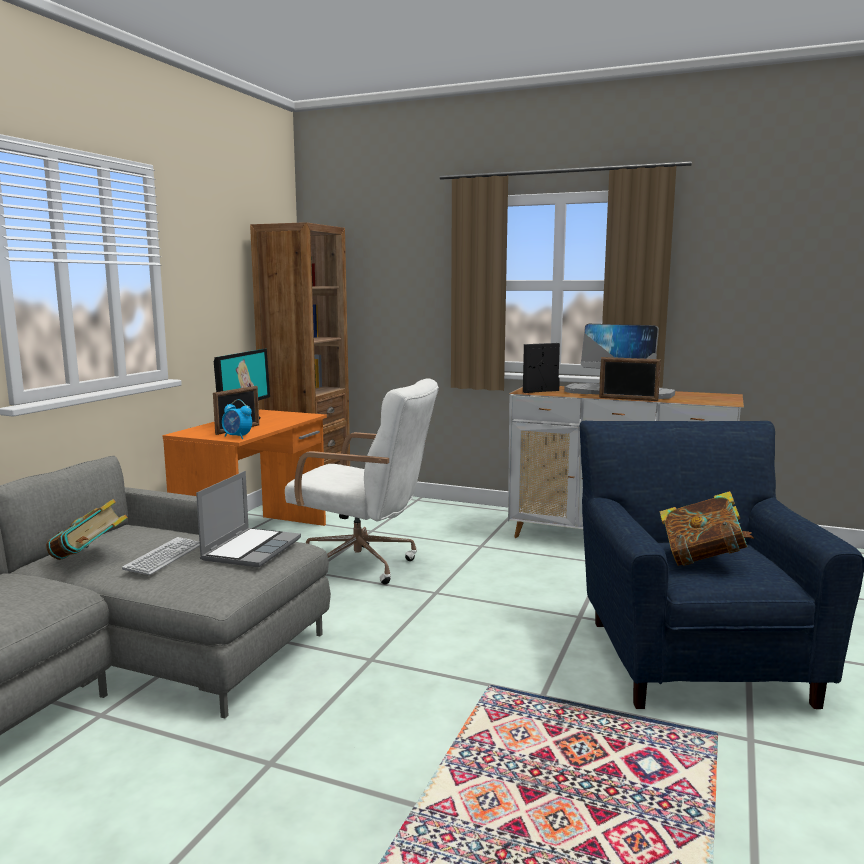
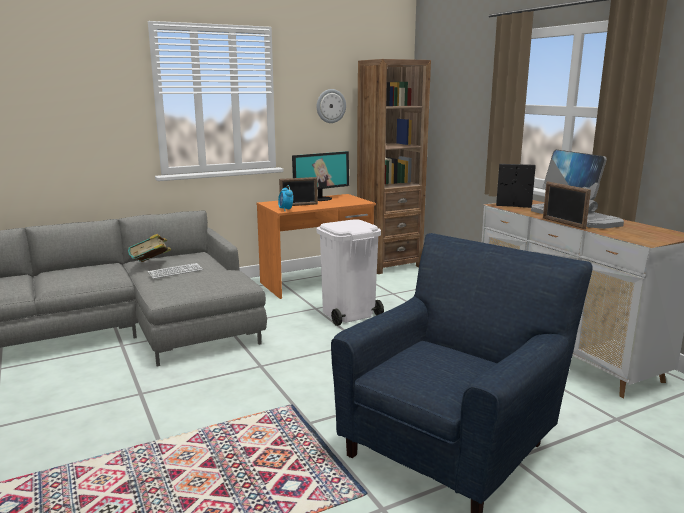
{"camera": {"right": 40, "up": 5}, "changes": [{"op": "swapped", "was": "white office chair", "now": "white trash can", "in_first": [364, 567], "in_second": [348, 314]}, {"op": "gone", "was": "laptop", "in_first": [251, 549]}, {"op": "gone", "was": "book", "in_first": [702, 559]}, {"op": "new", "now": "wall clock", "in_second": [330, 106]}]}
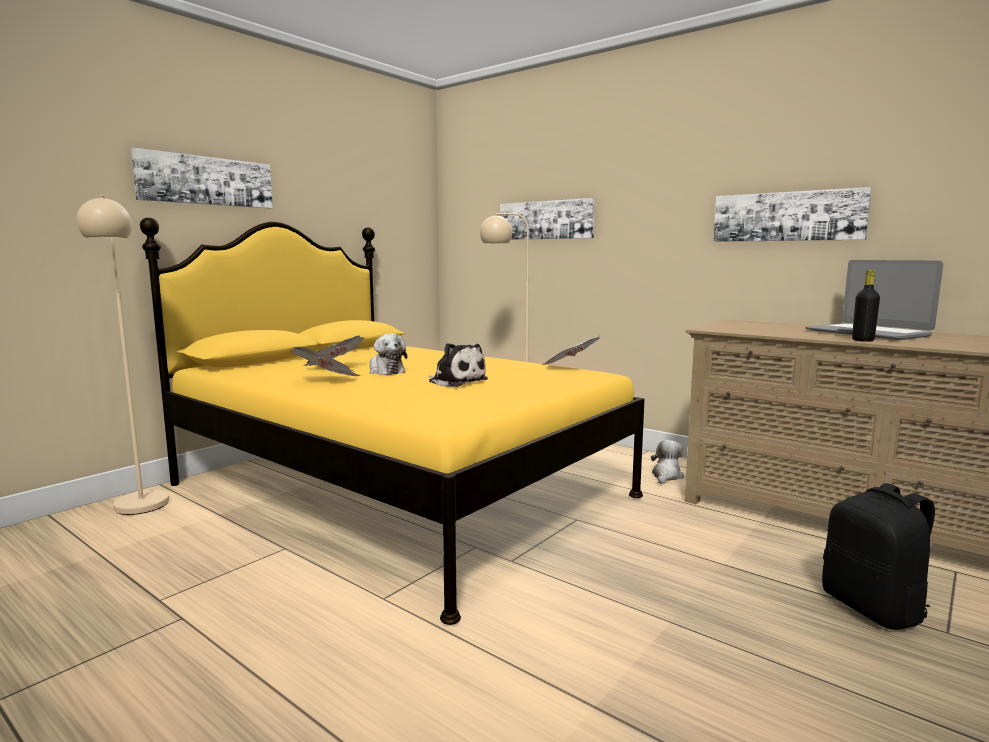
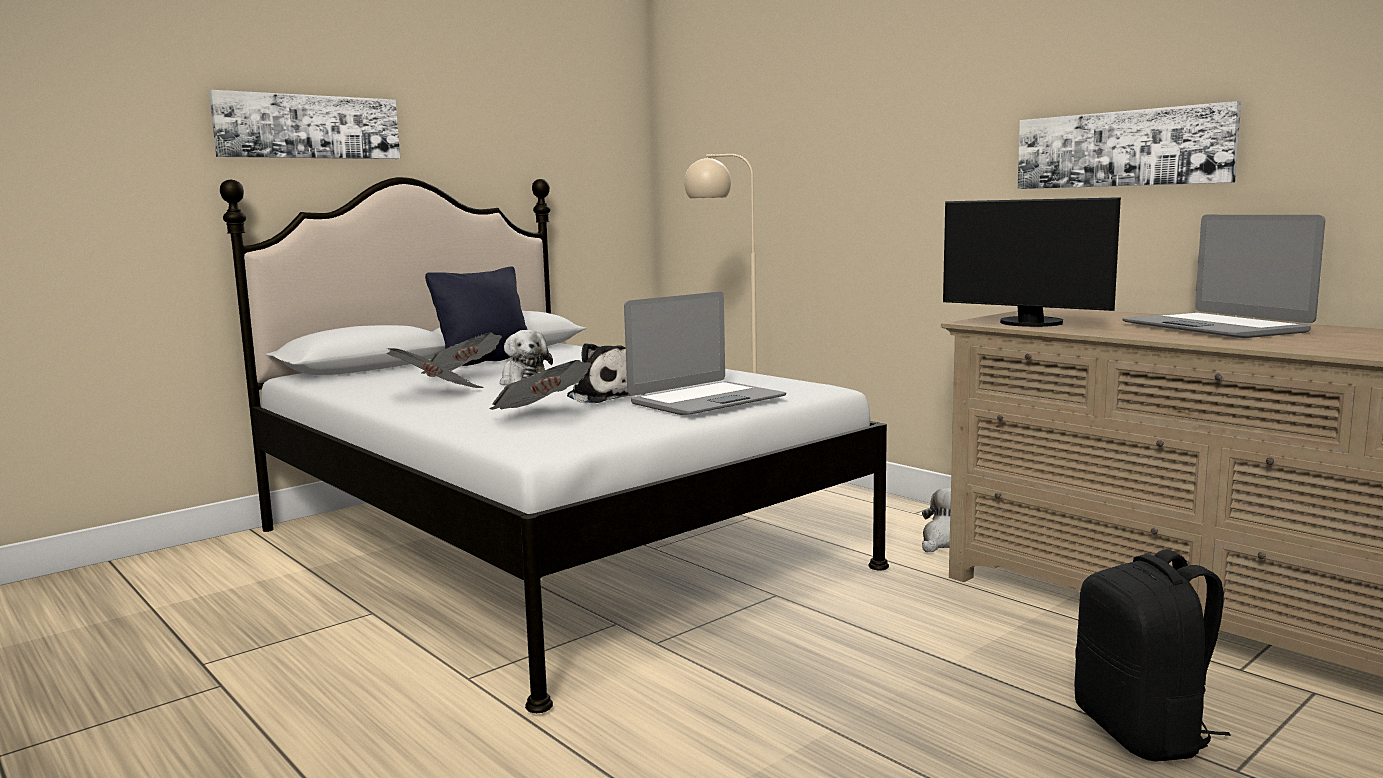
{"camera": {"right": 10, "up": 0}, "changes": [{"op": "gone", "was": "beige floor lamp", "in_first": [141, 510]}, {"op": "gone", "was": "picture", "in_first": [546, 220]}, {"op": "repainted", "was": "yellow bed", "now": "white bed", "in_first": [398, 490], "in_second": [549, 547]}, {"op": "gone", "was": "black bottle", "in_first": [862, 340]}, {"op": "shifted", "was": "newspaper", "in_first": [570, 367], "in_second": [541, 414]}, {"op": "new", "now": "monitor", "in_second": [1028, 323]}, {"op": "new", "now": "black pillow", "in_second": [486, 361]}, {"op": "new", "now": "laptop", "in_second": [706, 401]}]}
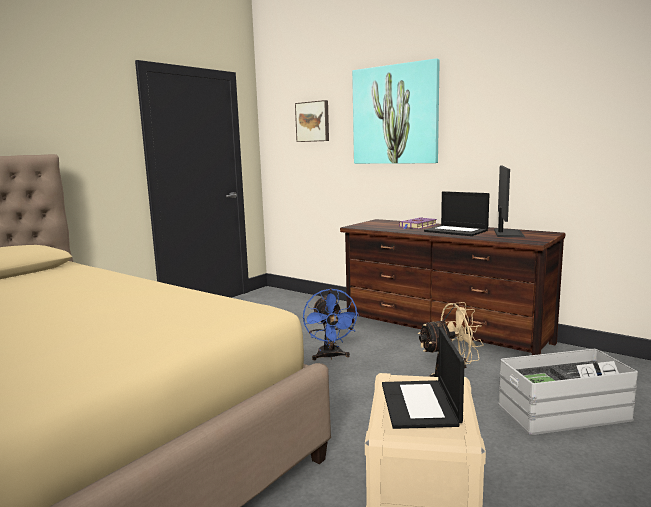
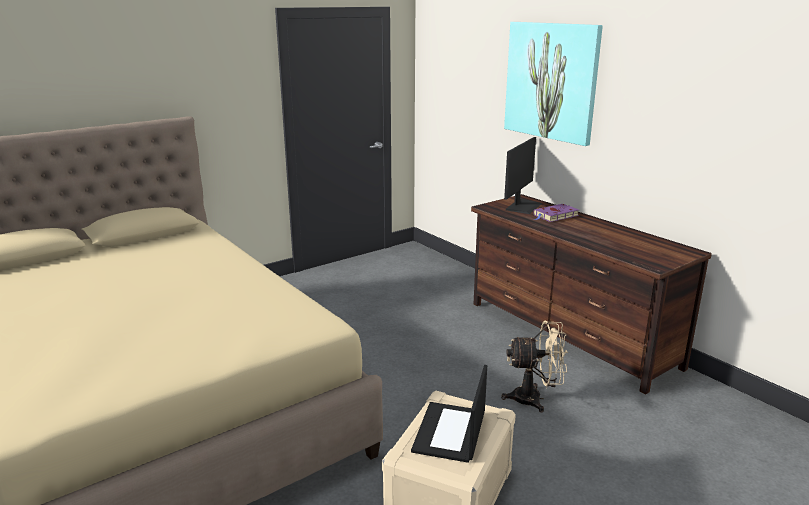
{"camera": {"right": 15, "up": 10}, "changes": [{"op": "gone", "was": "picture", "in_first": [313, 121]}, {"op": "shifted", "was": "monitor", "in_first": [507, 233], "in_second": [523, 206]}, {"op": "gone", "was": "laptop", "in_first": [457, 231]}, {"op": "gone", "was": "blue fan", "in_first": [330, 357]}, {"op": "gone", "was": "grey storage box", "in_first": [562, 411]}]}
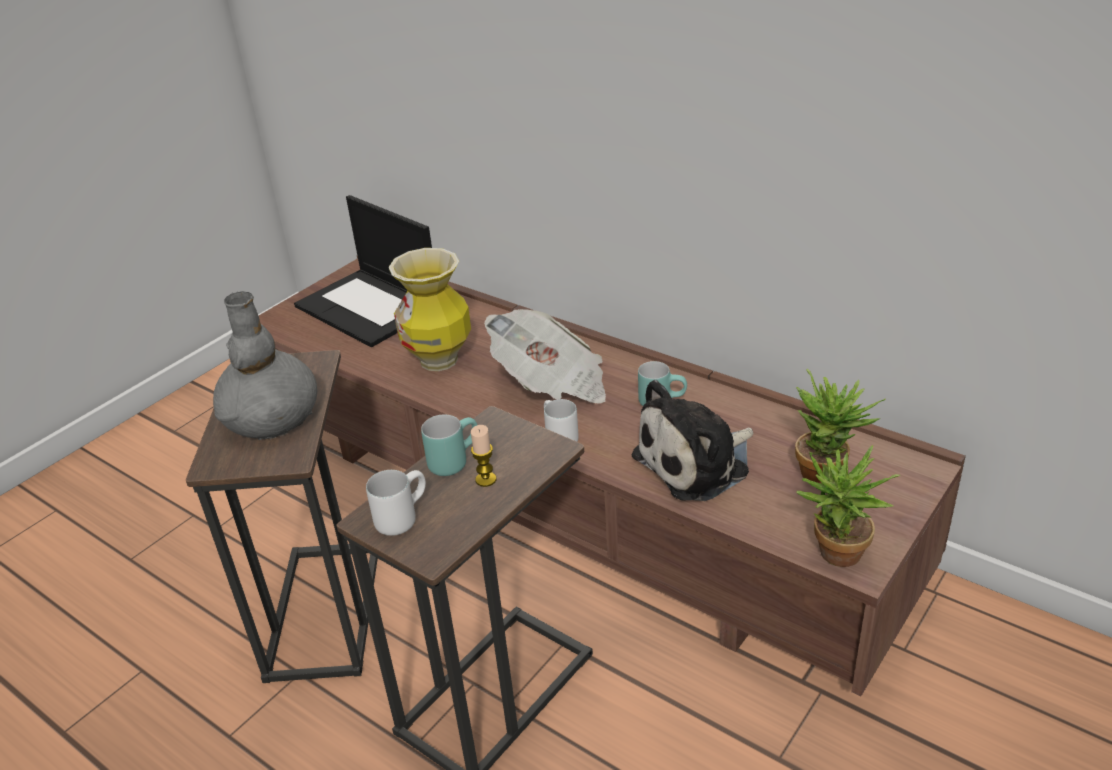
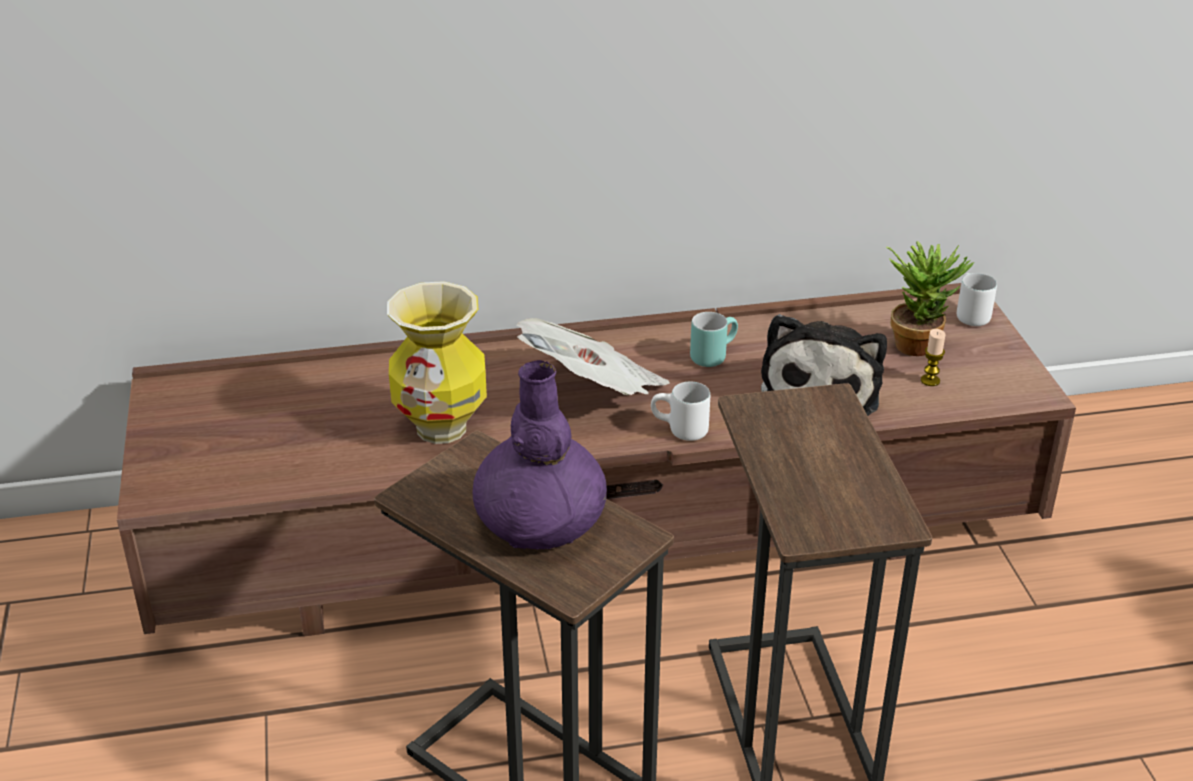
{"camera": {"right": -50, "up": 0}, "changes": [{"op": "gone", "was": "laptop", "in_first": [370, 307]}, {"op": "repainted", "was": "grey vase", "now": "purple vase", "in_first": [272, 417], "in_second": [541, 519]}, {"op": "gone", "was": "turquoise mug", "in_first": [453, 460]}, {"op": "shifted", "was": "candle", "in_first": [486, 479], "in_second": [930, 380]}, {"op": "gone", "was": "potted plant", "in_first": [835, 557]}, {"op": "shifted", "was": "white mug", "in_first": [401, 516], "in_second": [968, 314]}]}
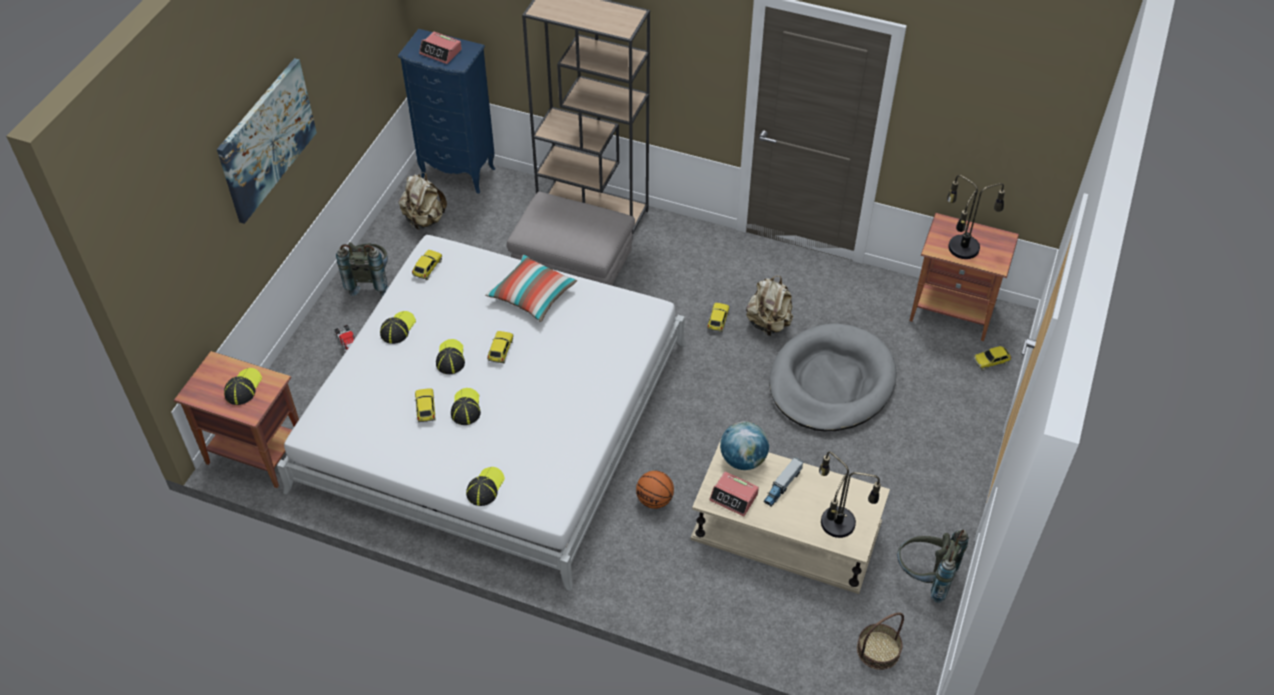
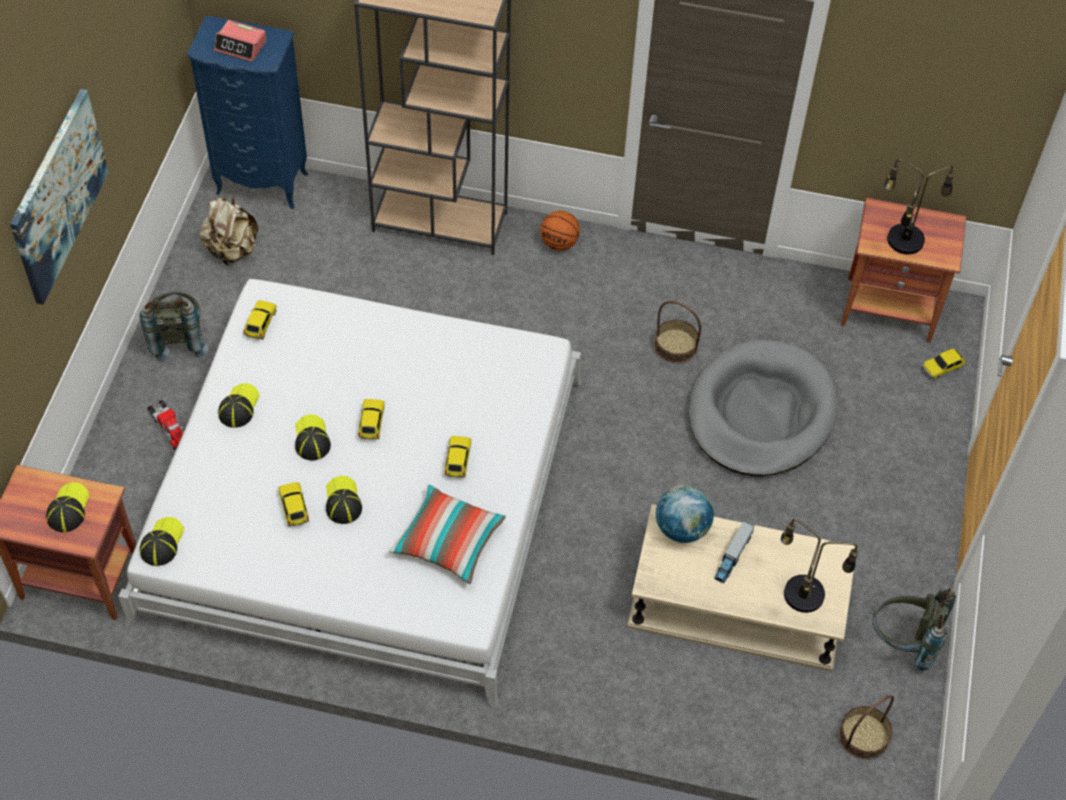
{"camera": {"right": -10, "up": 5}, "changes": [{"op": "gone", "was": "grey ottoman", "in_first": [572, 273]}, {"op": "shifted", "was": "pillow", "in_first": [532, 295], "in_second": [448, 541]}, {"op": "swapped", "was": "beige backpack", "now": "basket", "in_first": [768, 323], "in_second": [676, 345]}, {"op": "shifted", "was": "toy car", "in_first": [717, 321], "in_second": [457, 461]}, {"op": "shifted", "was": "cap", "in_first": [485, 487], "in_second": [162, 542]}, {"op": "shifted", "was": "basketball", "in_first": [654, 500], "in_second": [559, 243]}, {"op": "gone", "was": "alarm clock", "in_first": [734, 497]}]}
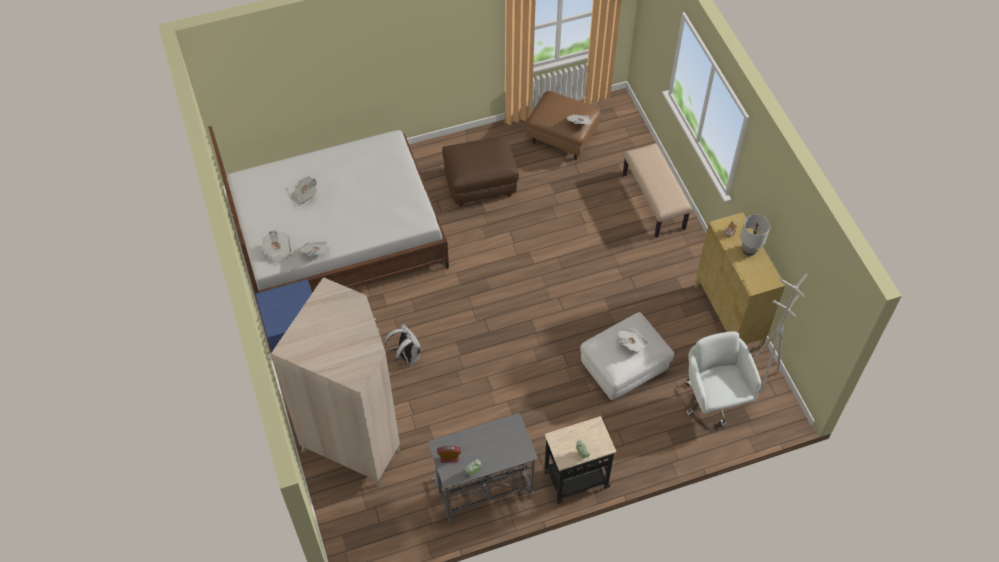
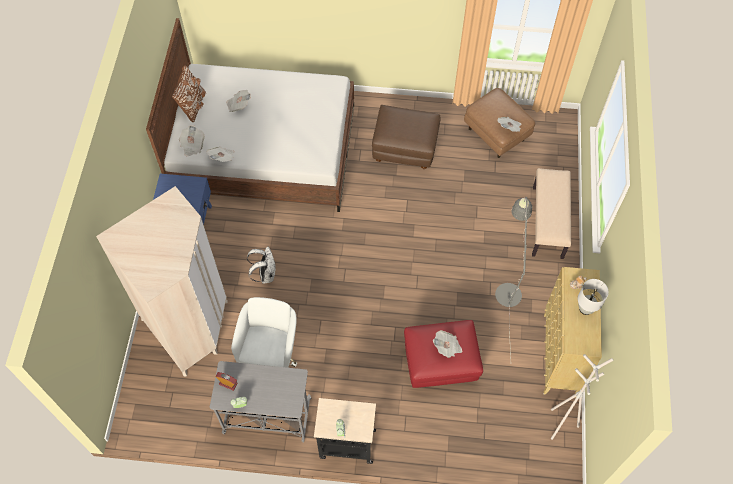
{"camera": {"right": 25, "up": 5}, "changes": [{"op": "repainted", "was": "white ottoman", "now": "red ottoman", "in_first": [623, 369], "in_second": [440, 363]}, {"op": "shifted", "was": "white office chair", "in_first": [713, 402], "in_second": [271, 356]}, {"op": "new", "now": "brown pillow", "in_second": [193, 106]}, {"op": "new", "now": "grey floor lamp", "in_second": [508, 288]}]}
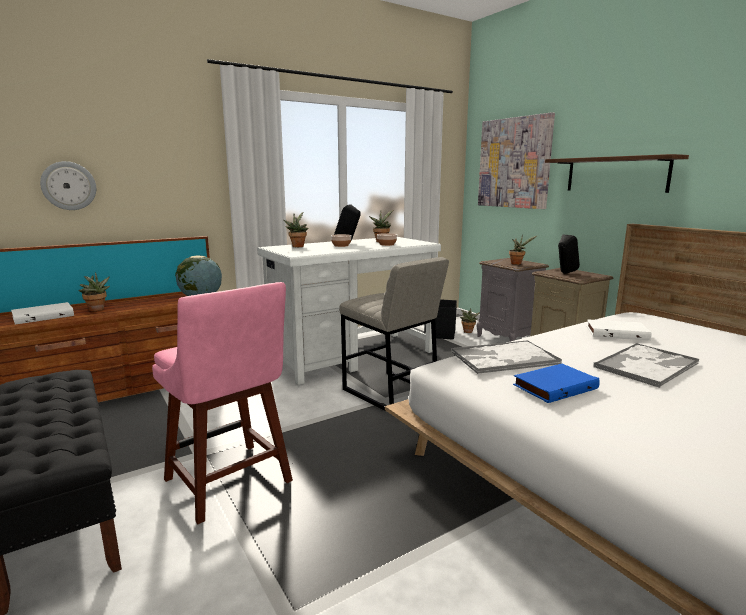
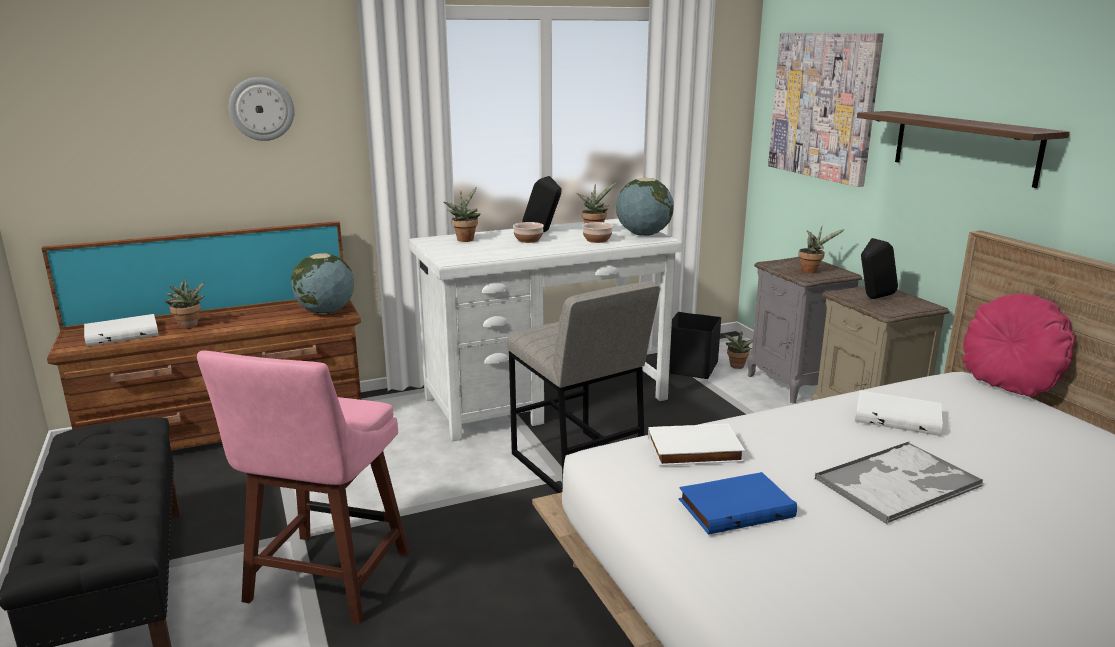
{"camera": {"right": 10, "up": 5}, "changes": [{"op": "shifted", "was": "wall clock", "in_first": [69, 186], "in_second": [261, 109]}, {"op": "rotated", "was": "pink chair", "in_first": [230, 483], "in_second": [324, 581], "clockwise": 45}, {"op": "swapped", "was": "tray", "now": "white book", "in_first": [503, 358], "in_second": [694, 451]}, {"op": "new", "now": "globe", "in_second": [643, 234]}, {"op": "new", "now": "pink pillow", "in_second": [1008, 386]}]}
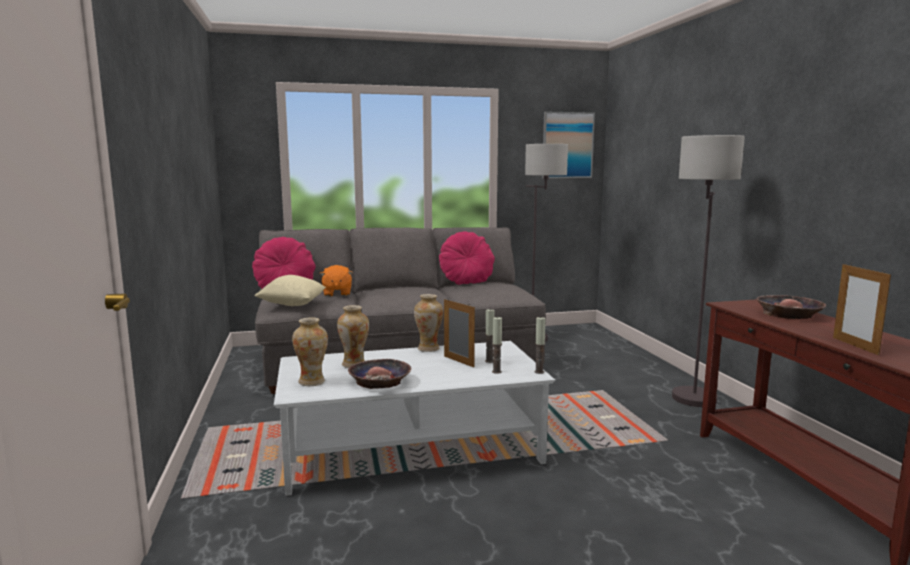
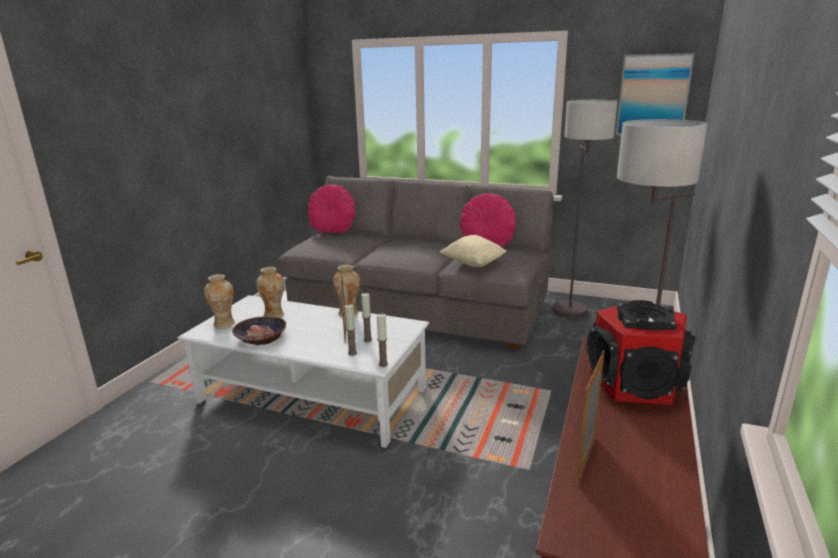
{"camera": {"right": 35, "up": 10}, "changes": [{"op": "gone", "was": "orange plush toy", "in_first": [336, 293]}, {"op": "shifted", "was": "beige pillow", "in_first": [292, 304], "in_second": [473, 263]}, {"op": "swapped", "was": "bowl", "now": "speaker", "in_first": [789, 314], "in_second": [636, 383]}]}
